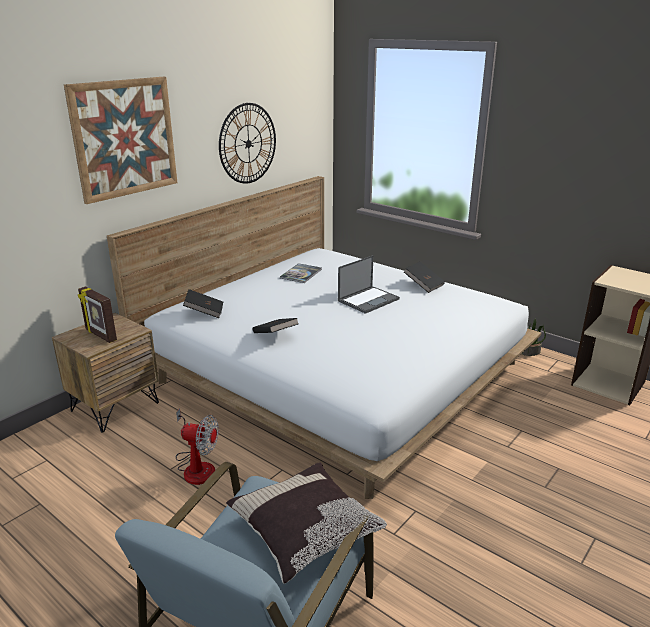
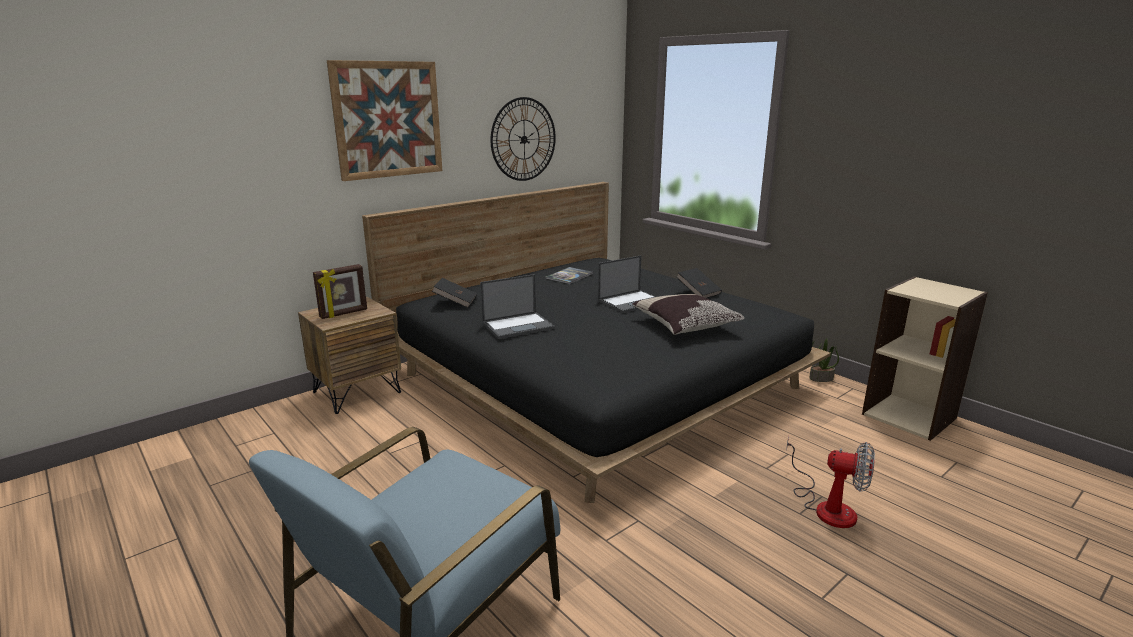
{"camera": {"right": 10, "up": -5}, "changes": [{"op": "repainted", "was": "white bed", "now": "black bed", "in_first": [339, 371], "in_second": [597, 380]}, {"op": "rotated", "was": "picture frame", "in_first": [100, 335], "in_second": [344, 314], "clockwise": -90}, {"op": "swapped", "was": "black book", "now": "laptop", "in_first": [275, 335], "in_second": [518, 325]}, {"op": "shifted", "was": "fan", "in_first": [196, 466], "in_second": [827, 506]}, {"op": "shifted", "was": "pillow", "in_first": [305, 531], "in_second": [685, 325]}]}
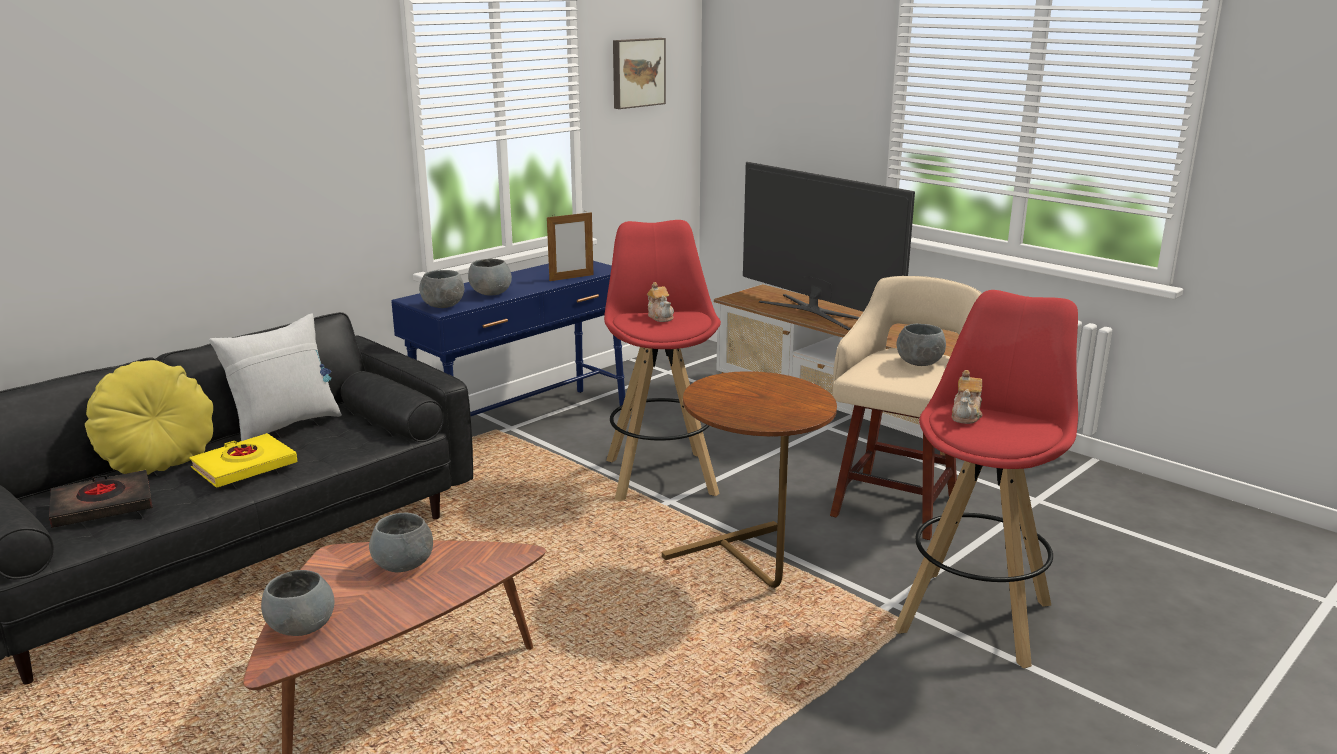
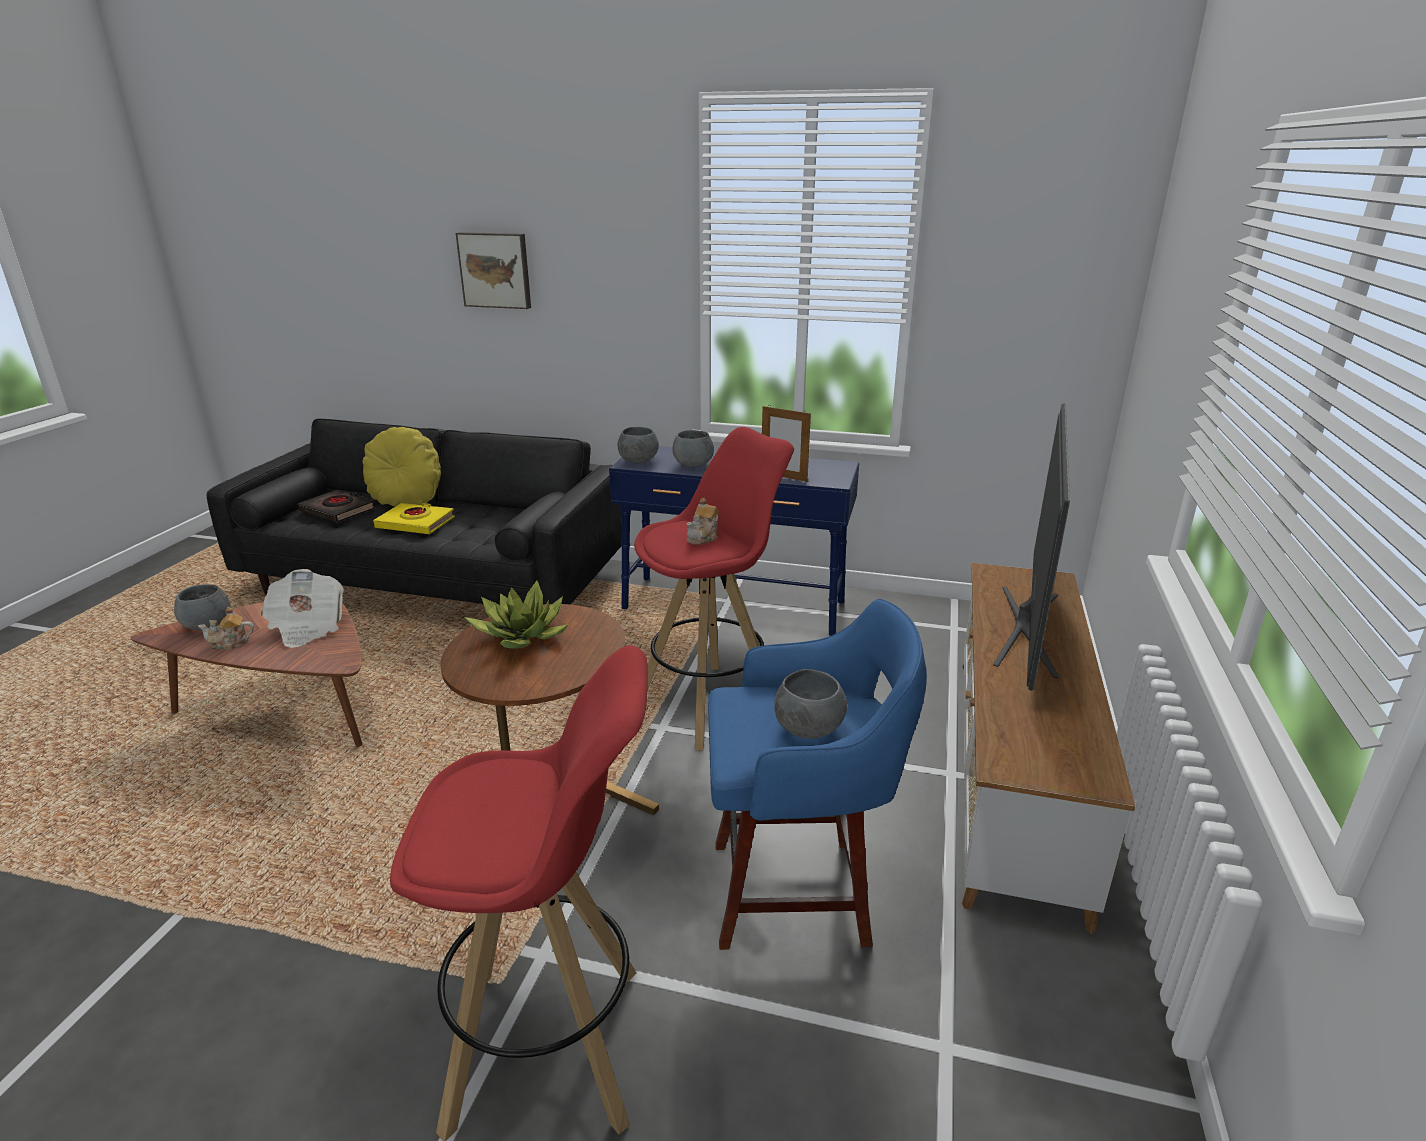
{"camera": {"right": 60, "up": 5}, "changes": [{"op": "shifted", "was": "picture", "in_first": [637, 72], "in_second": [495, 270]}, {"op": "repainted", "was": "beige stool", "now": "blue stool", "in_first": [897, 503], "in_second": [798, 893]}, {"op": "gone", "was": "grey pillow", "in_first": [285, 427]}, {"op": "shifted", "was": "teapot", "in_first": [966, 415], "in_second": [230, 644]}, {"op": "swapped", "was": "grey bowl", "now": "newspaper", "in_first": [404, 565], "in_second": [307, 627]}, {"op": "new", "now": "potted plant", "in_second": [522, 636]}]}
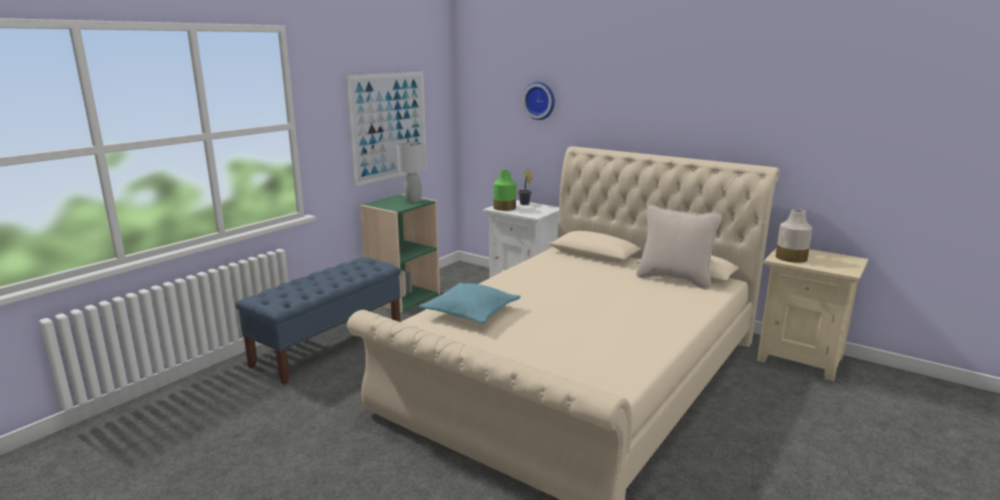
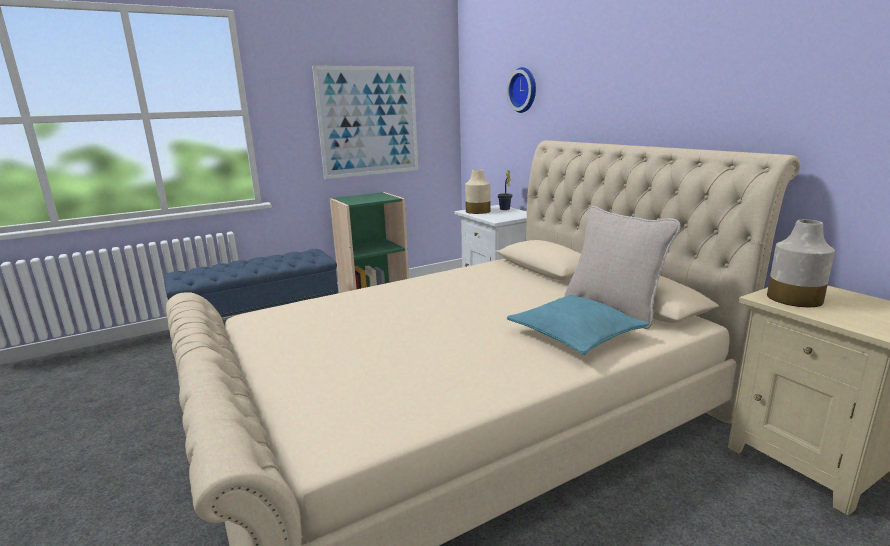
{"camera": {"right": 25, "up": 0}, "changes": [{"op": "gone", "was": "grey table lamp", "in_first": [413, 200]}, {"op": "repainted", "was": "green vase", "now": "beige vase", "in_first": [504, 207], "in_second": [478, 211]}, {"op": "shifted", "was": "turquoise pillow", "in_first": [471, 312], "in_second": [575, 335]}]}
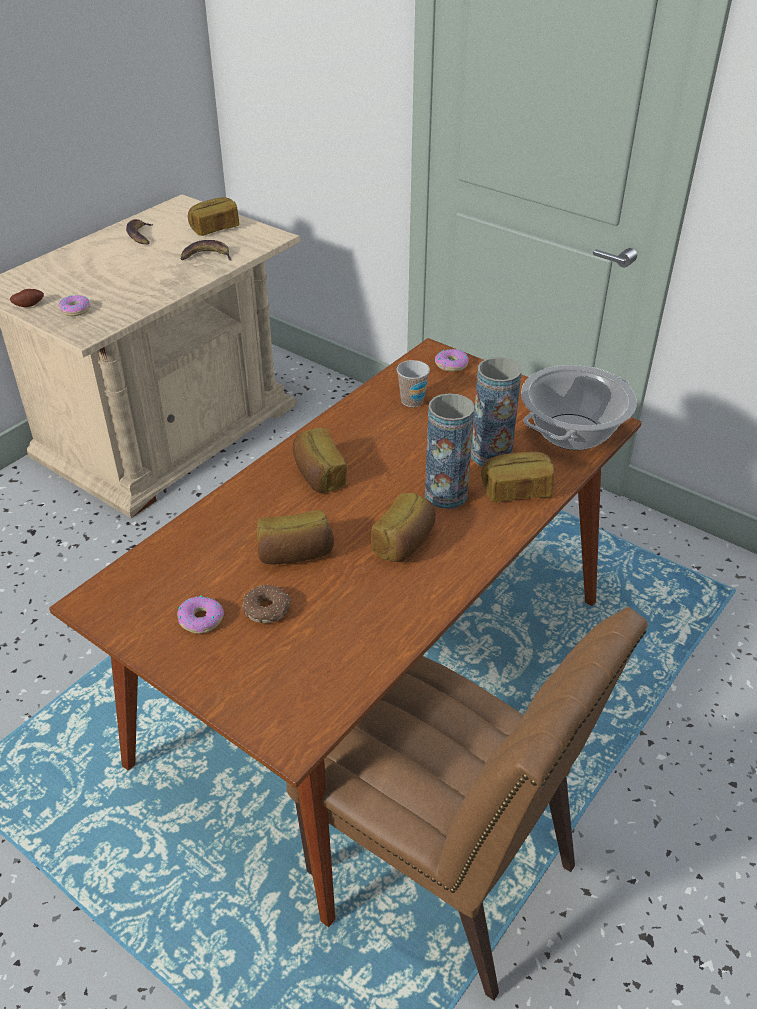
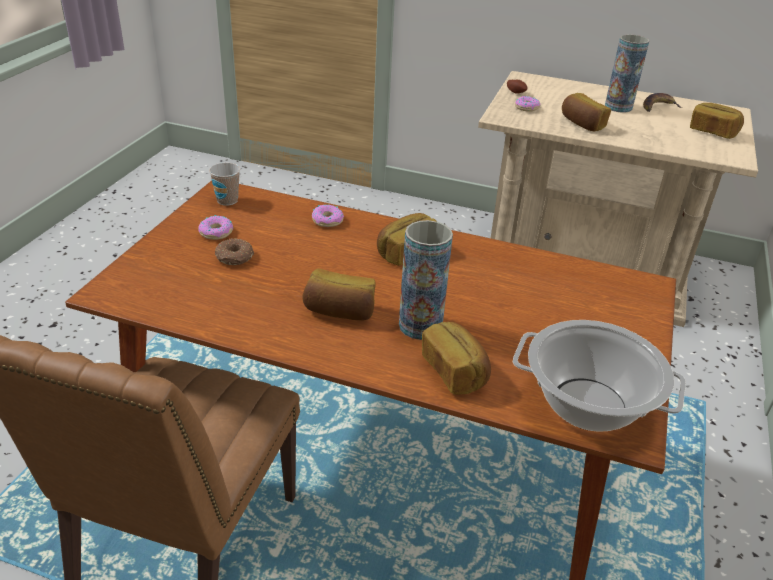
{"camera": {"right": 70, "up": -5}, "changes": [{"op": "gone", "was": "banana", "in_first": [206, 256]}, {"op": "shifted", "was": "donut", "in_first": [451, 364], "in_second": [327, 220]}, {"op": "shifted", "was": "vase", "in_first": [491, 455], "in_second": [618, 107]}, {"op": "shifted", "was": "cup", "in_first": [412, 401], "in_second": [227, 200]}, {"op": "shifted", "was": "bread", "in_first": [295, 554], "in_second": [582, 124]}]}
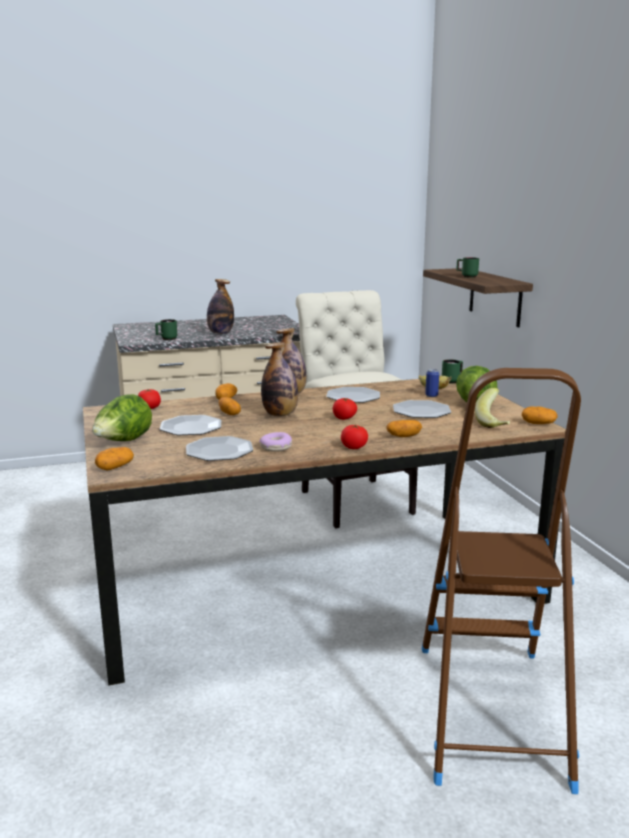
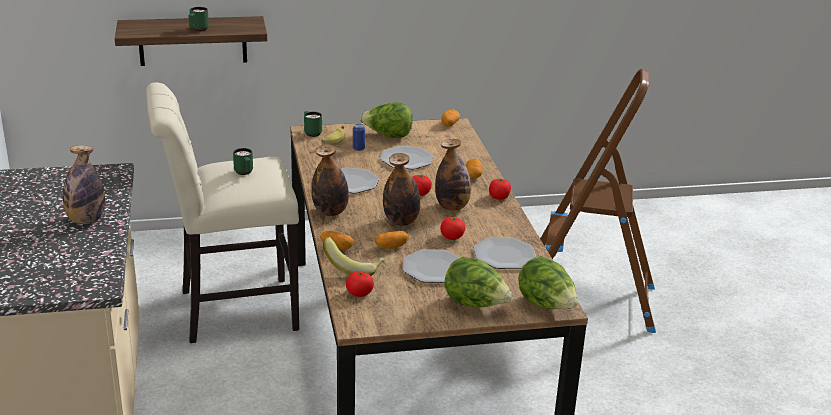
{"camera": {"right": -85, "up": 10}, "changes": [{"op": "shifted", "was": "green mug", "in_first": [166, 339], "in_second": [244, 173]}, {"op": "shifted", "was": "banana", "in_first": [495, 423], "in_second": [353, 268]}, {"op": "gone", "was": "donut", "in_first": [276, 447]}, {"op": "swapped", "was": "potato", "now": "lettuce", "in_first": [115, 467], "in_second": [546, 306]}, {"op": "new", "now": "bottle", "in_second": [452, 207]}, {"op": "new", "now": "tomato", "in_second": [452, 237]}]}
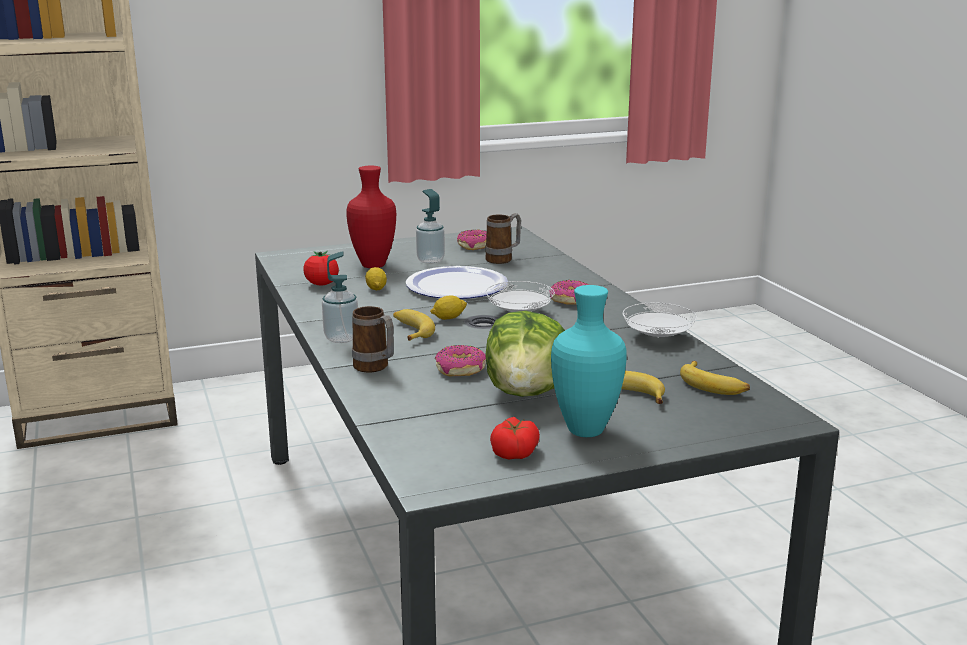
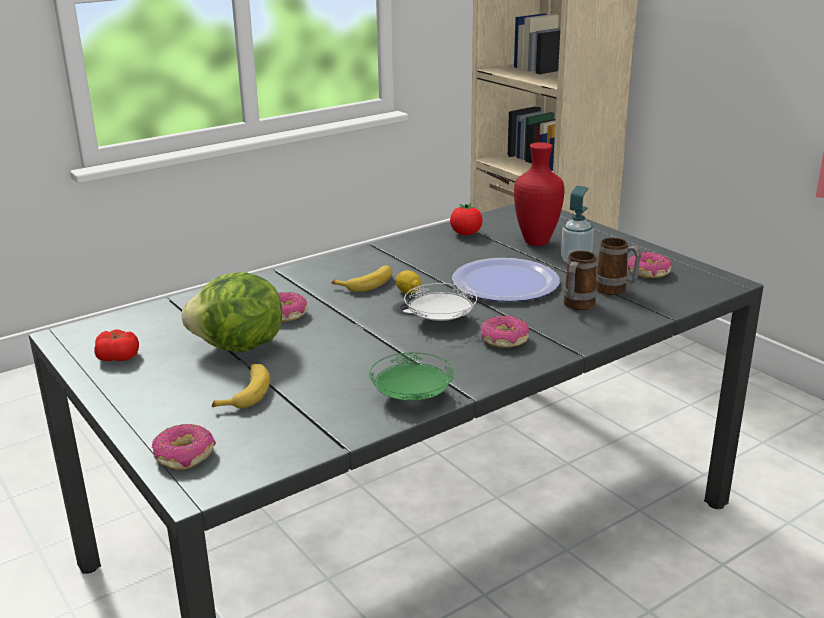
{"camera": {"right": 75, "up": 5}, "changes": [{"op": "gone", "was": "soap dispenser", "in_first": [341, 338]}, {"op": "gone", "was": "lemon", "in_first": [376, 288]}, {"op": "gone", "was": "turquoise vase", "in_first": [585, 432]}, {"op": "repainted", "was": "white plate", "now": "green plate", "in_first": [657, 337], "in_second": [412, 396]}, {"op": "shifted", "was": "mug", "in_first": [375, 368], "in_second": [576, 306]}, {"op": "gone", "was": "banana", "in_first": [713, 385]}, {"op": "new", "now": "donut", "in_second": [185, 455]}]}
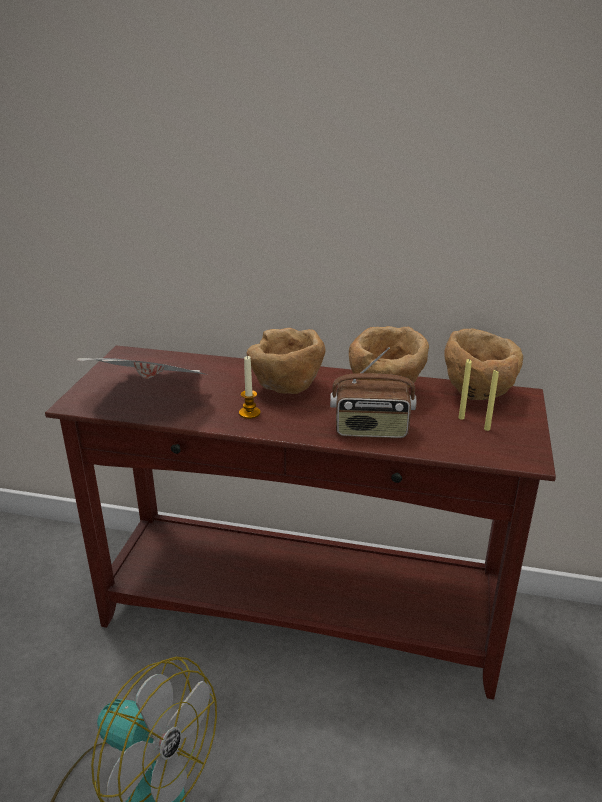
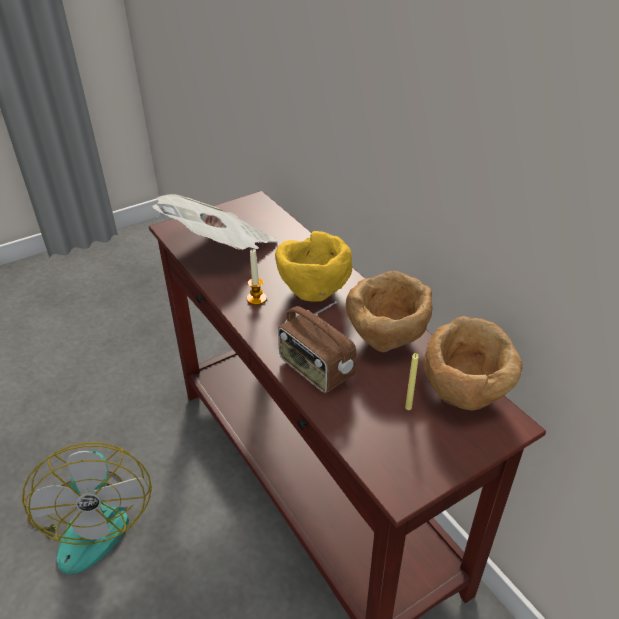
{"camera": {"right": 45, "up": 10}, "changes": [{"op": "repainted", "was": "brown bowl", "now": "yellow bowl", "in_first": [286, 389], "in_second": [313, 293]}, {"op": "gone", "was": "yellow candle", "in_first": [487, 429]}]}
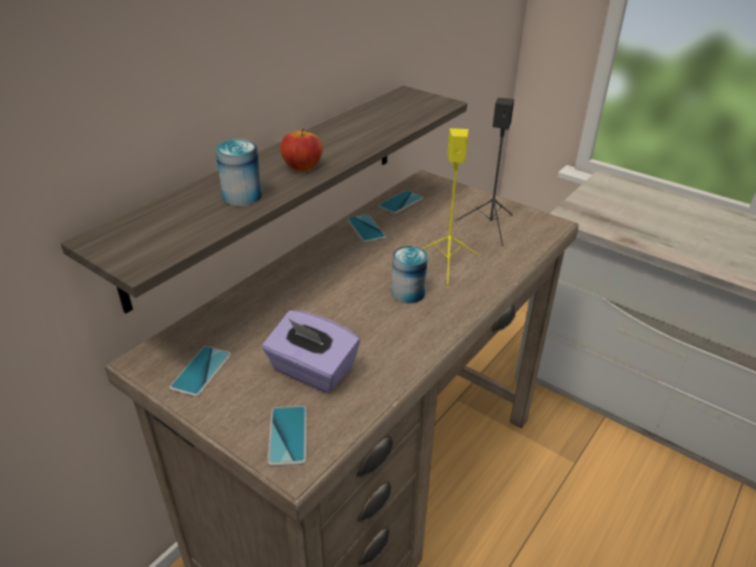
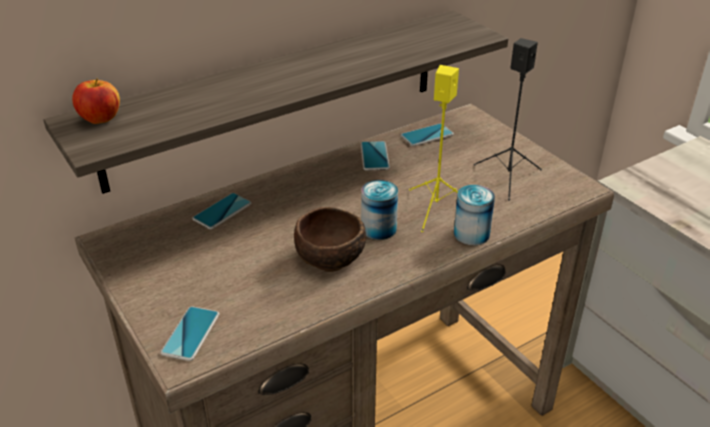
{"camera": {"right": 20, "up": 0}, "changes": [{"op": "shifted", "was": "apple", "in_first": [302, 167], "in_second": [100, 119]}, {"op": "shifted", "was": "can", "in_first": [242, 196], "in_second": [471, 234]}, {"op": "gone", "was": "purple tissue box", "in_first": [312, 371]}, {"op": "shifted", "was": "phone", "in_first": [201, 371], "in_second": [222, 211]}, {"op": "new", "now": "brown bowl", "in_second": [332, 256]}]}
